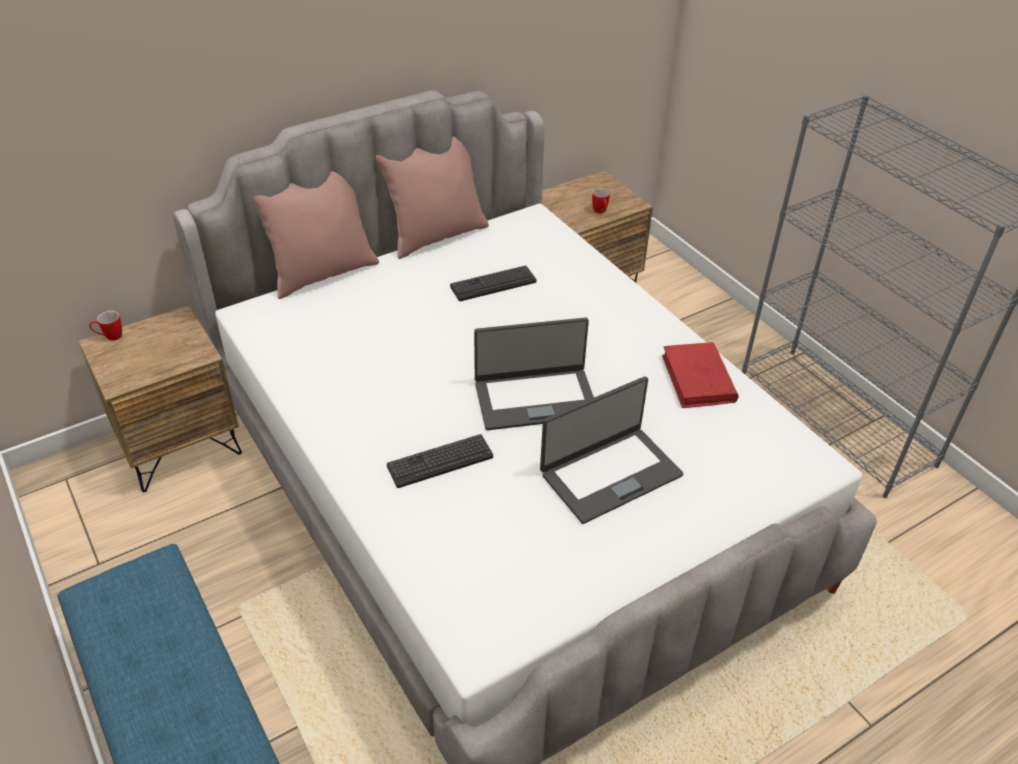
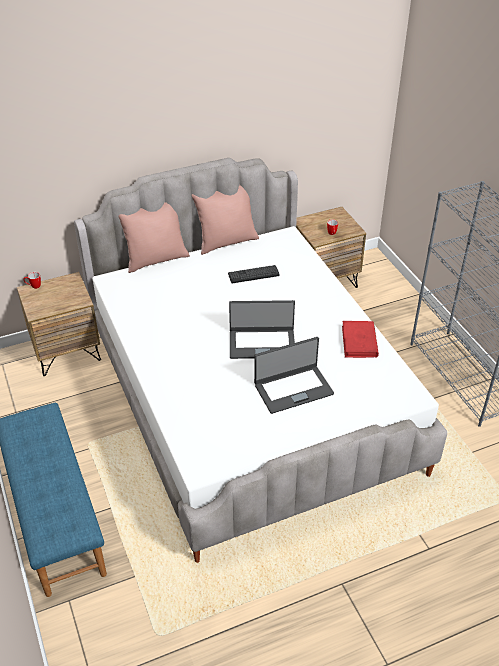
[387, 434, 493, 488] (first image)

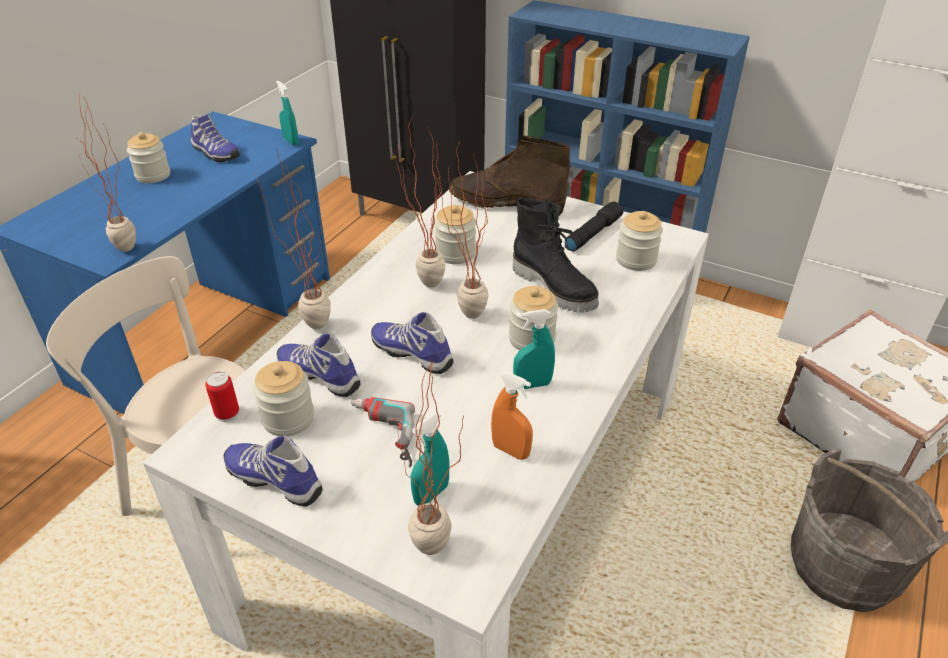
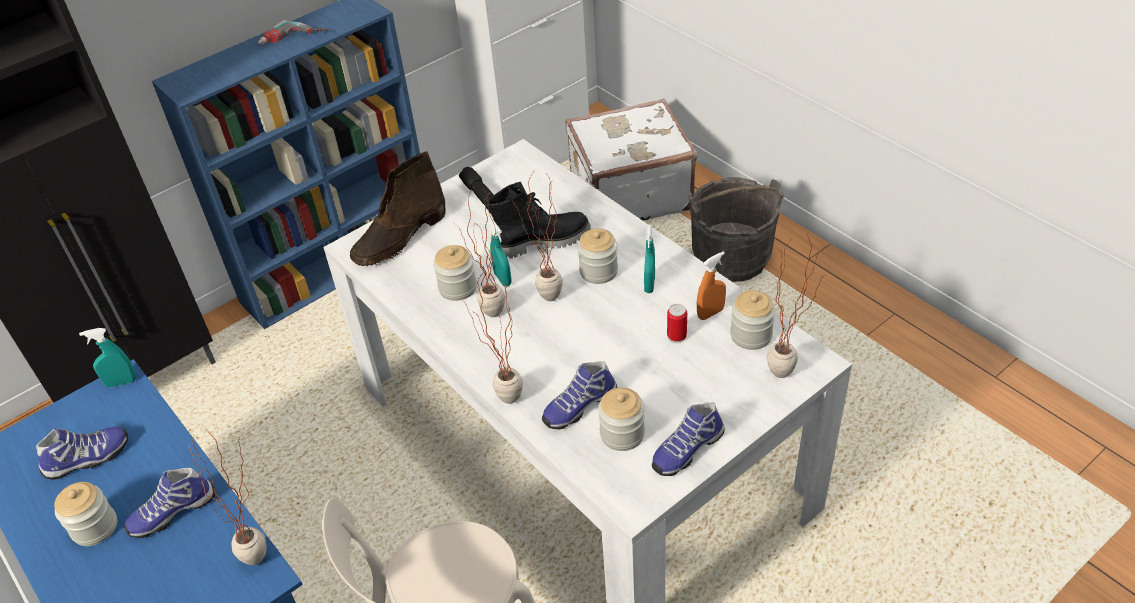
[667, 304, 687, 343]
[258, 20, 328, 44]
[124, 468, 215, 538]
[489, 220, 512, 286]
[730, 290, 775, 350]

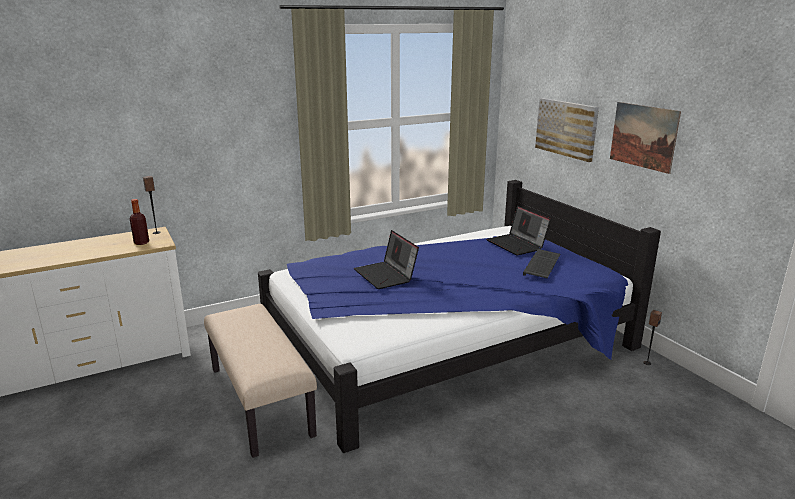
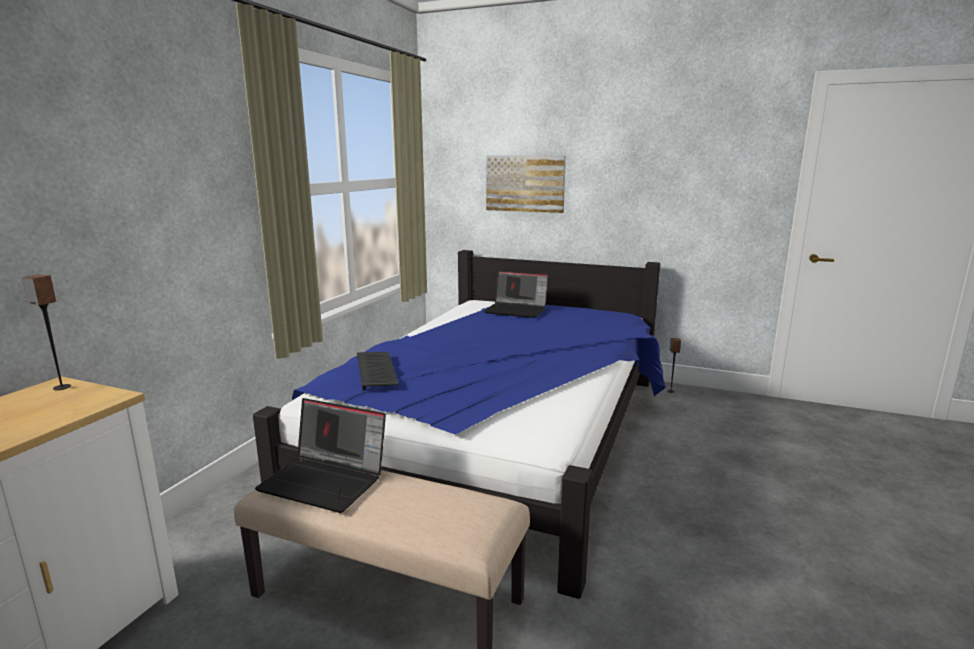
[130, 199, 149, 245] (first image)
[610, 102, 681, 174] (first image)
[255, 398, 386, 513]
[357, 352, 399, 390]

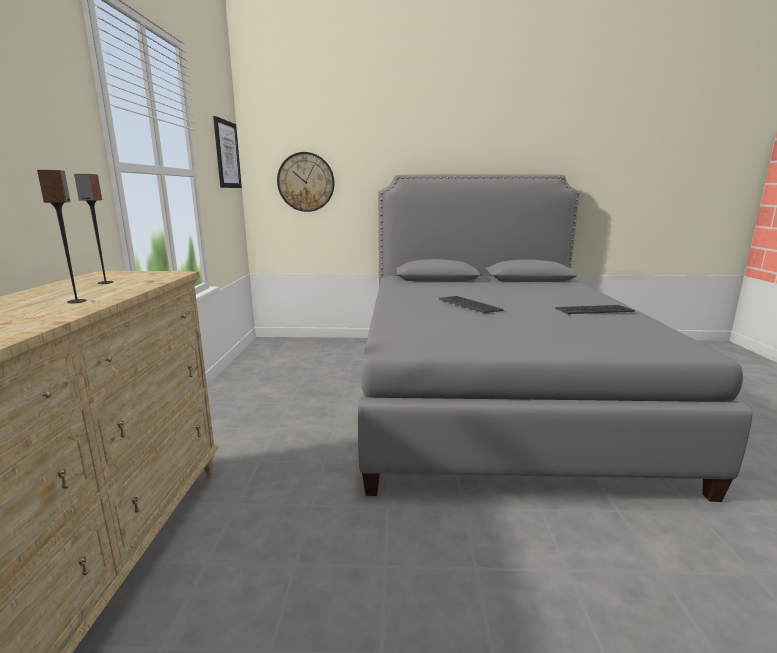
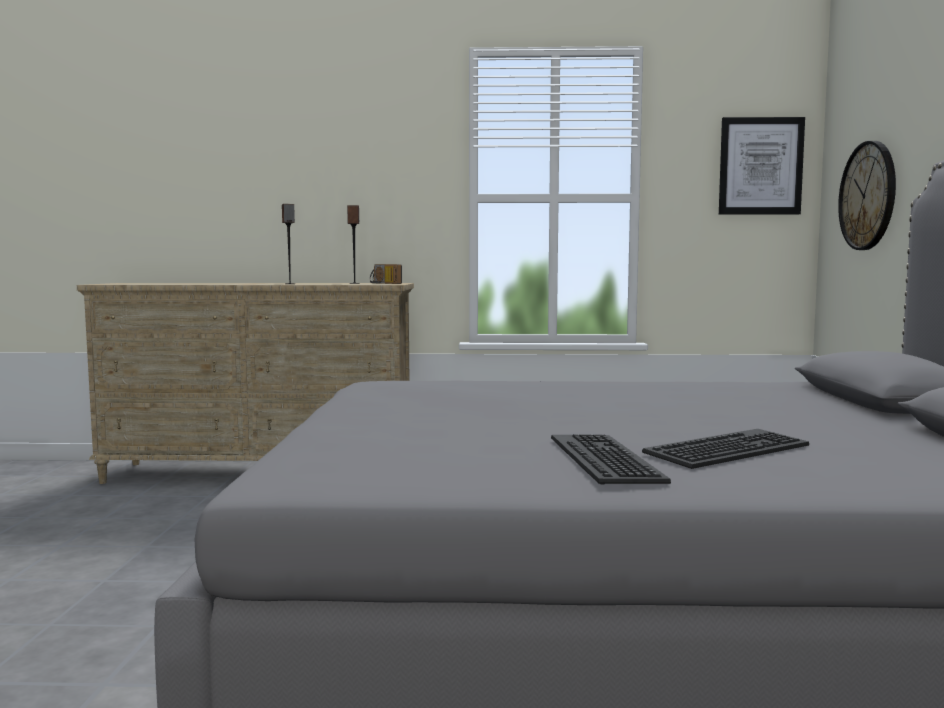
[370, 264, 402, 284]
[642, 429, 809, 469]

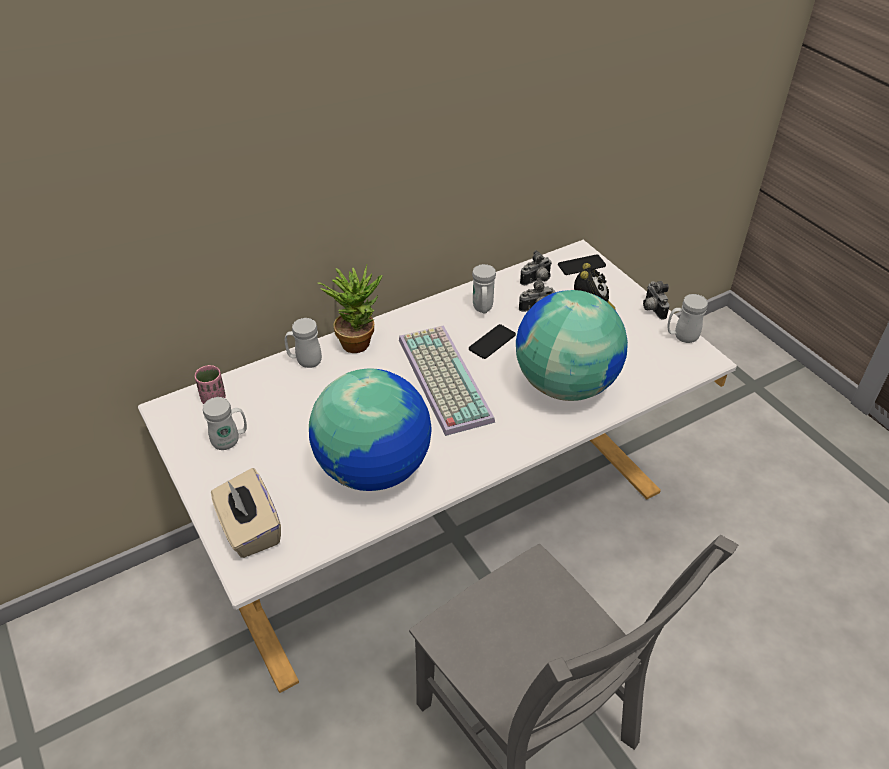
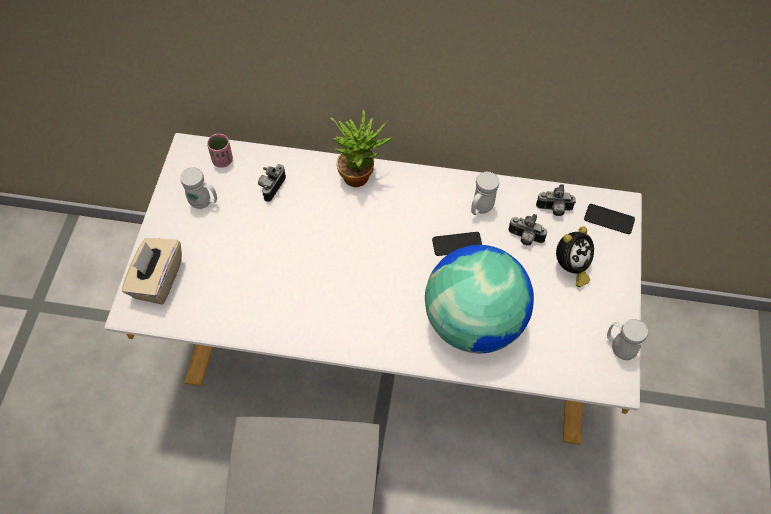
[285, 318, 322, 368] (first image)
[309, 369, 431, 491] (first image)
[399, 325, 495, 436] (first image)
[258, 164, 286, 202]

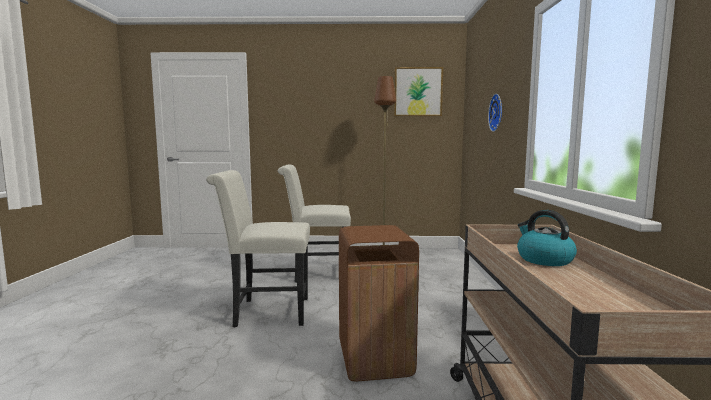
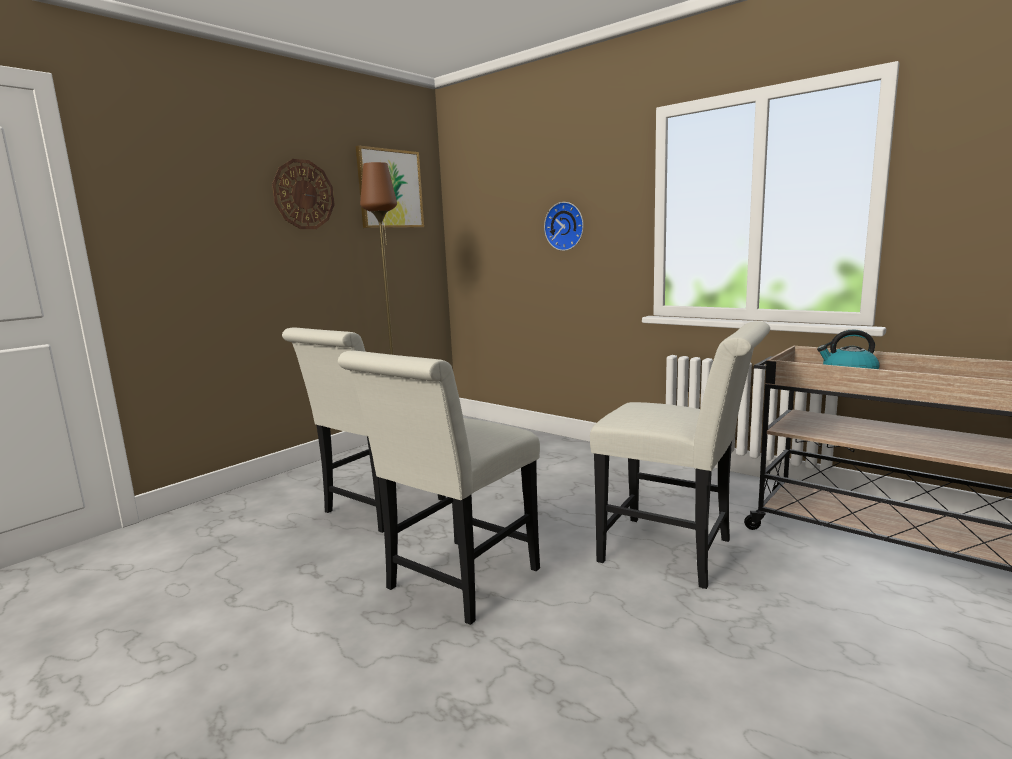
[272, 159, 335, 229]
[590, 321, 770, 589]

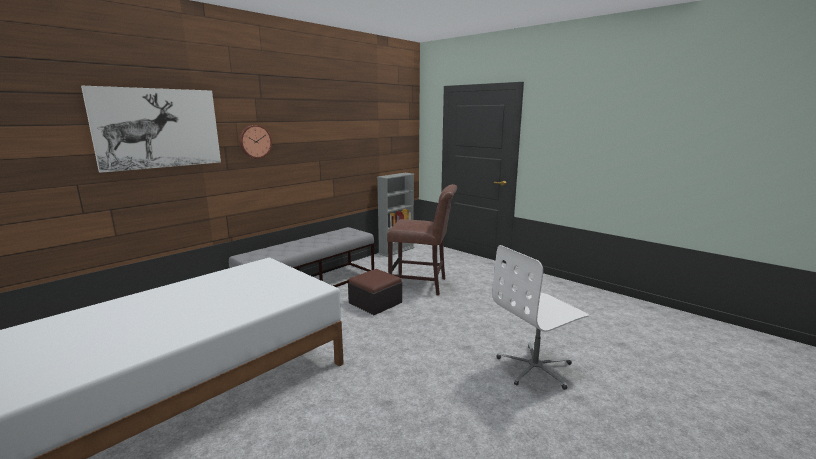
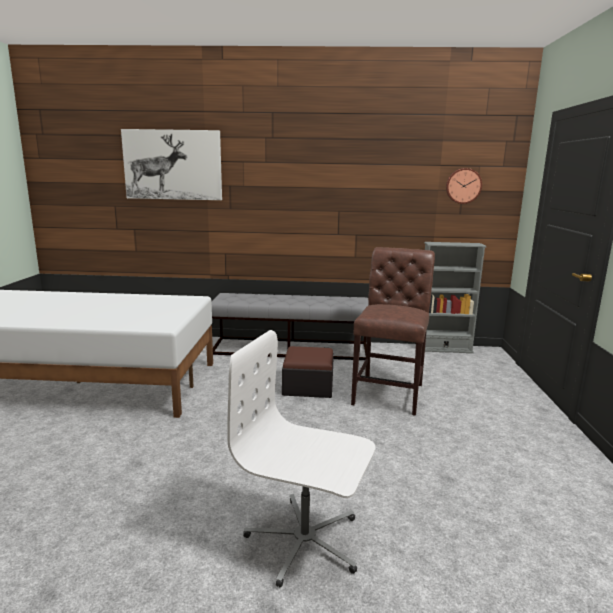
[446, 168, 482, 204]
[351, 247, 435, 416]

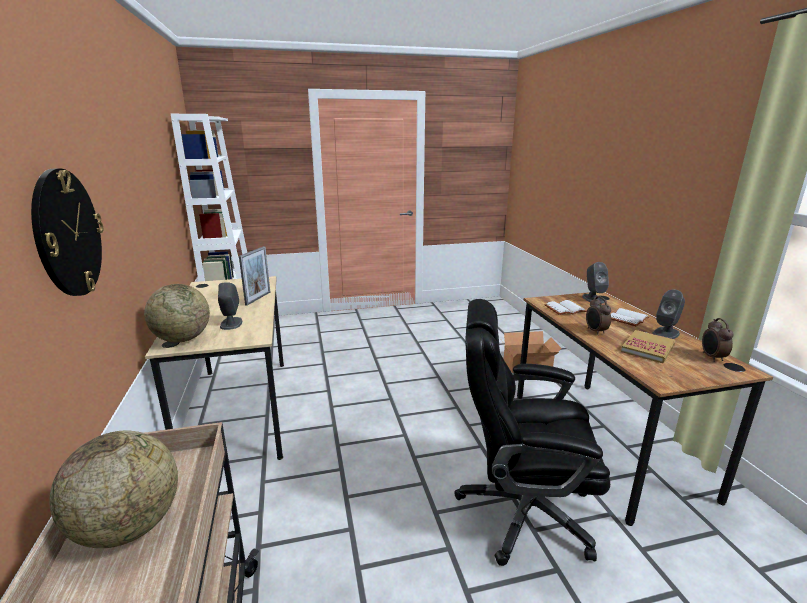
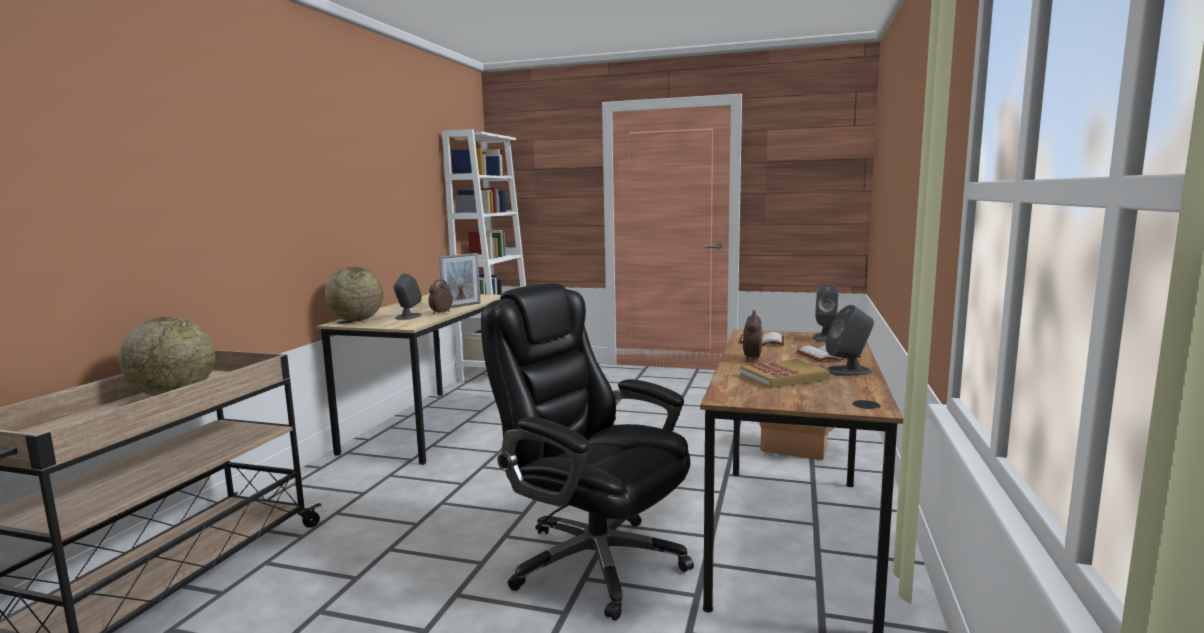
[31, 168, 103, 296] (first image)
[428, 279, 453, 314]

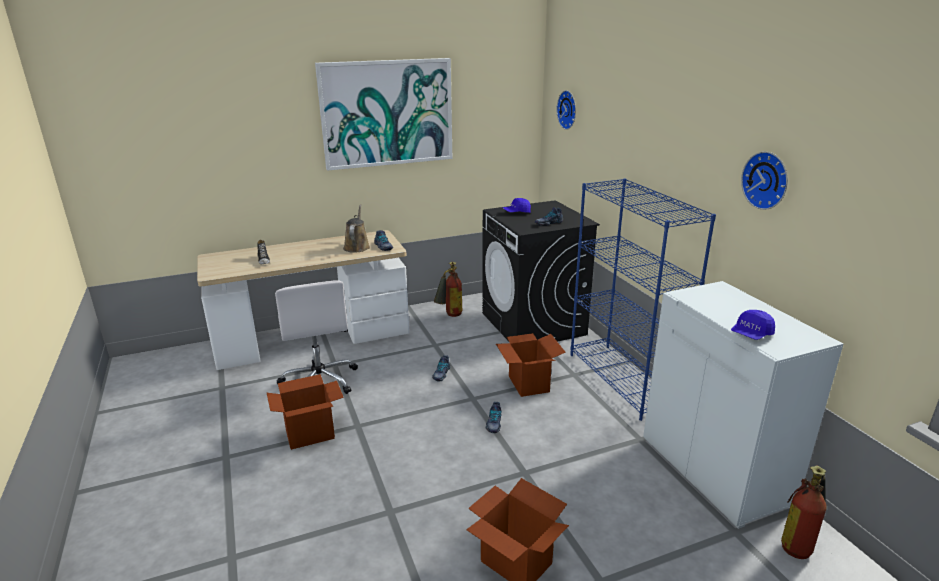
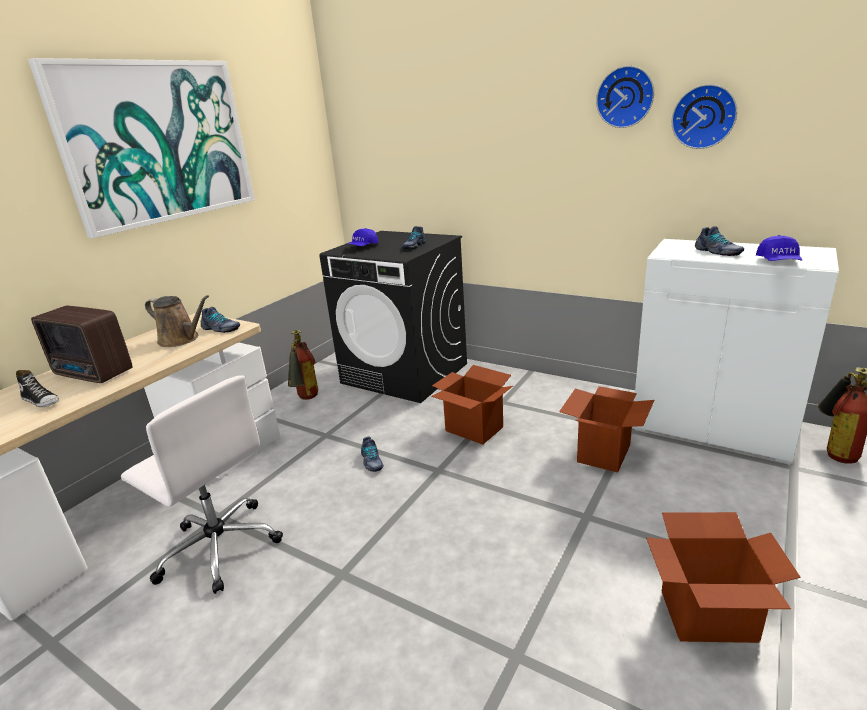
[570, 178, 716, 421] (first image)
[31, 306, 133, 383]
[559, 386, 654, 473]
[695, 226, 744, 256]
[596, 66, 654, 128]
[145, 295, 209, 347]

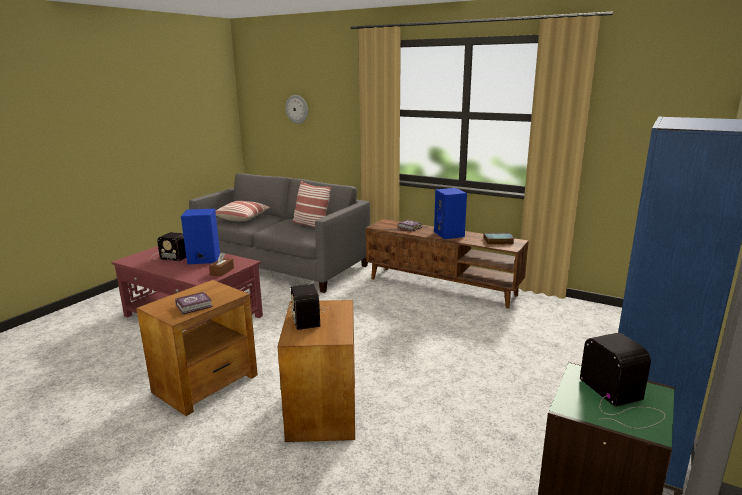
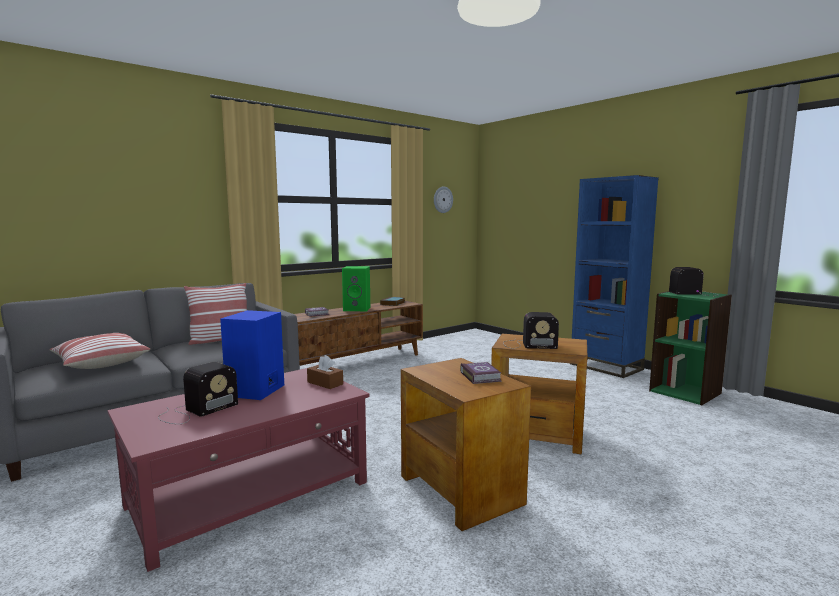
[434, 186, 453, 213]
[342, 266, 370, 311]

